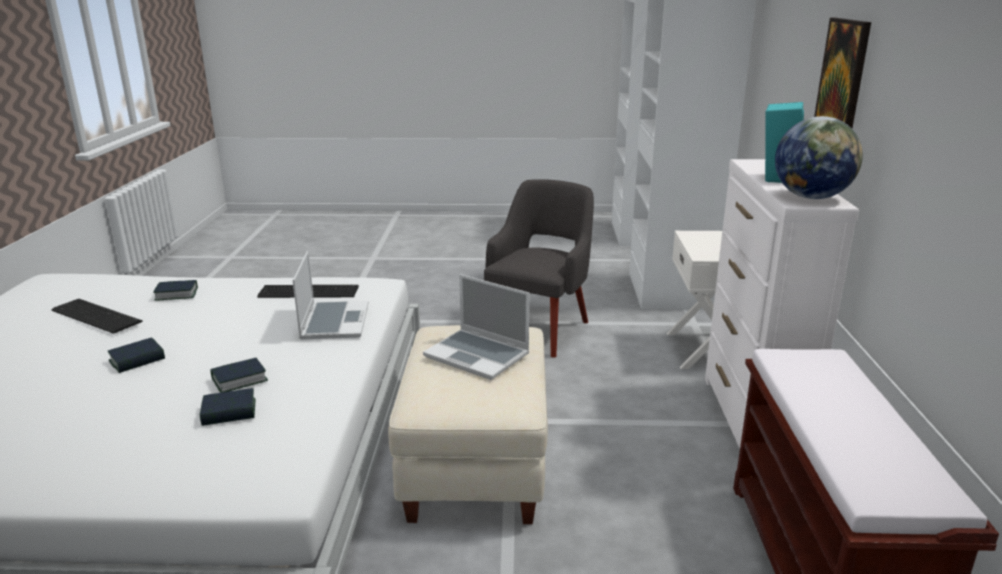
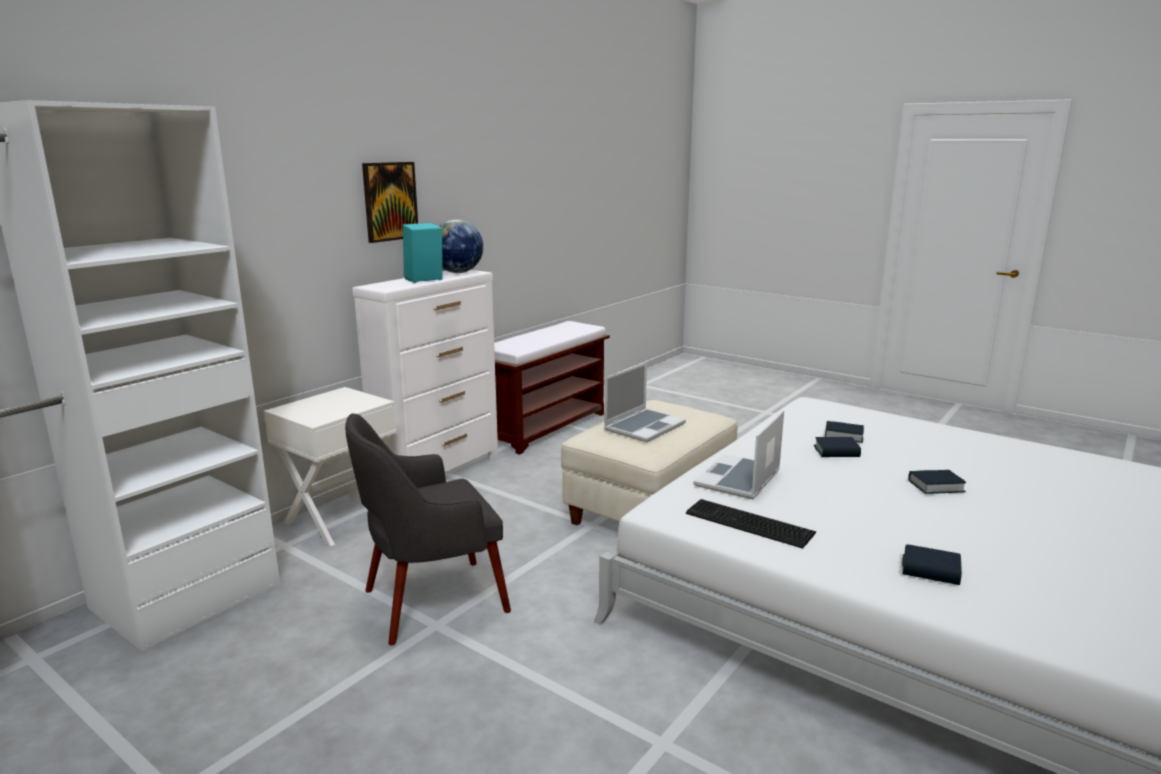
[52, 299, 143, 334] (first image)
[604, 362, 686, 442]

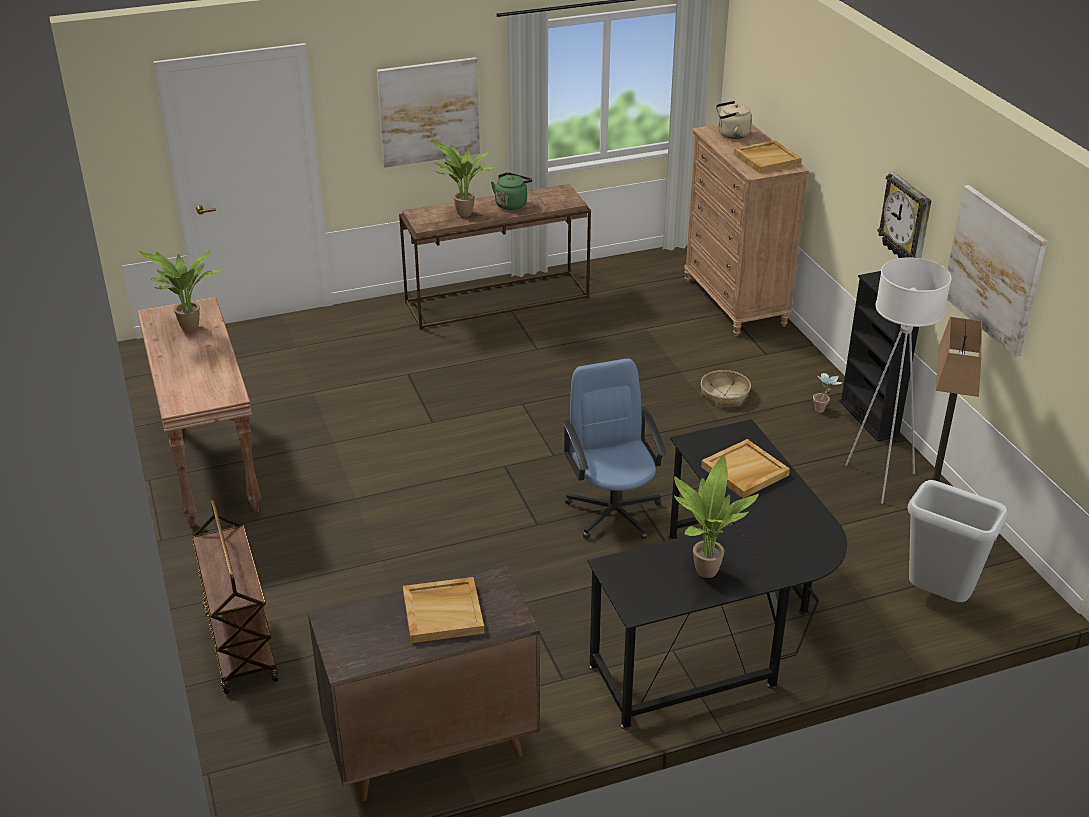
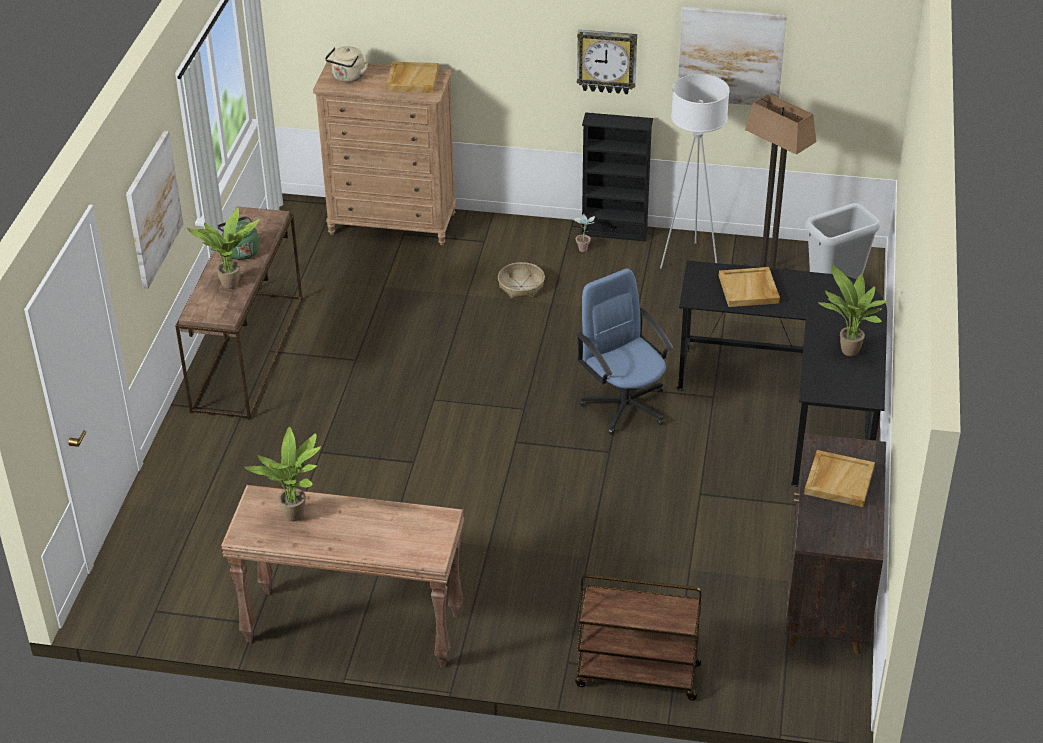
[576, 269, 673, 434]

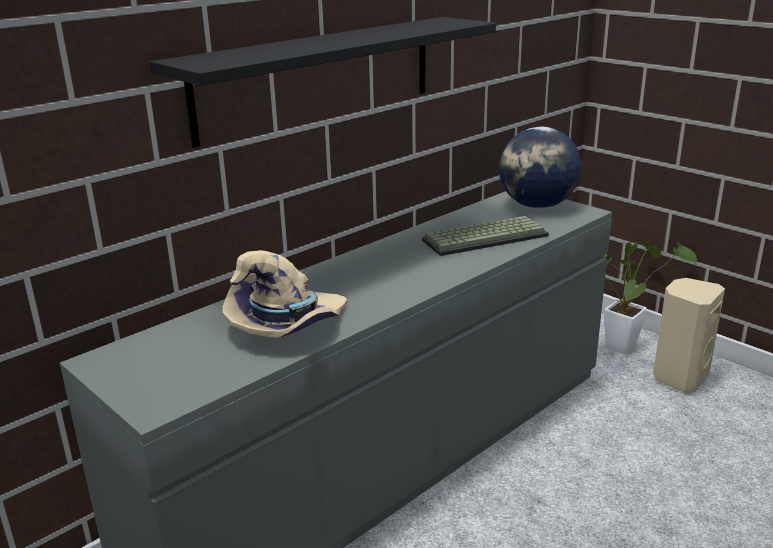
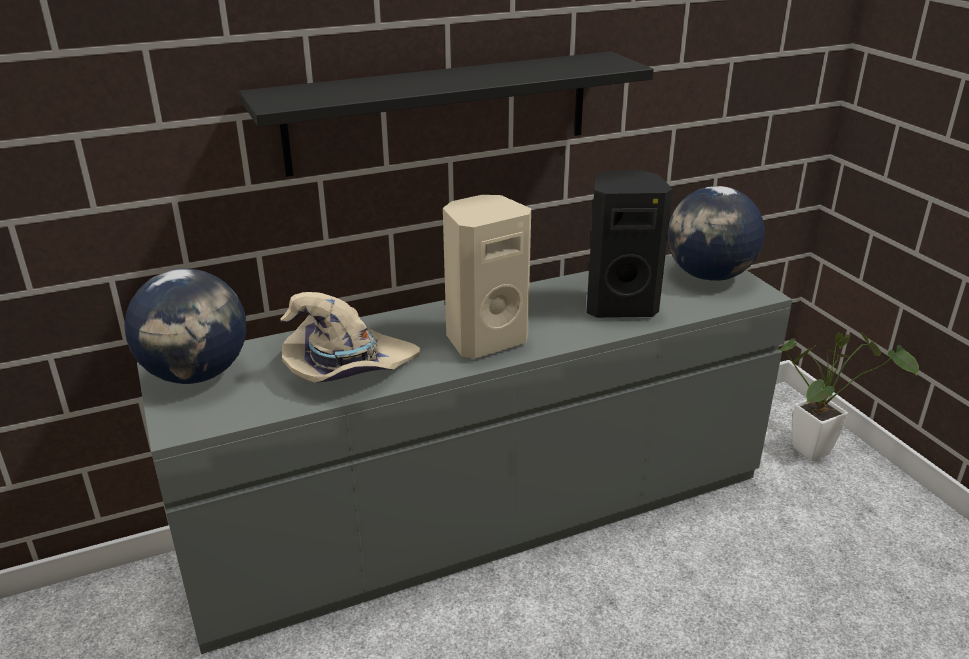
[124, 269, 246, 384]
[443, 195, 531, 359]
[587, 170, 673, 318]

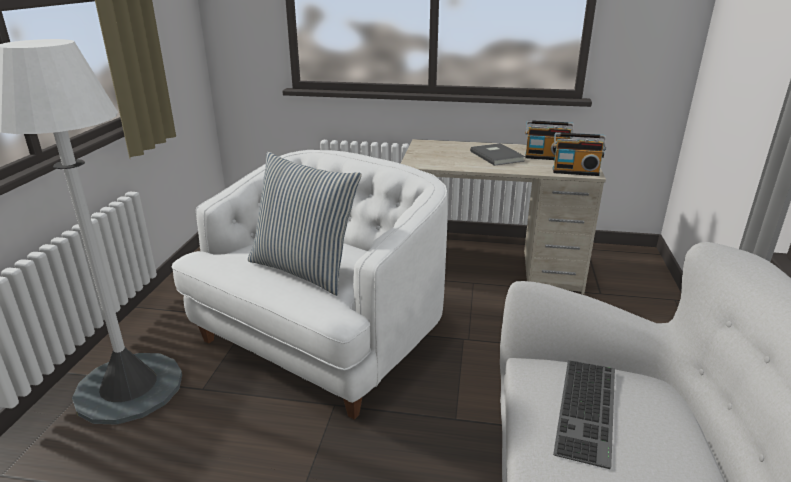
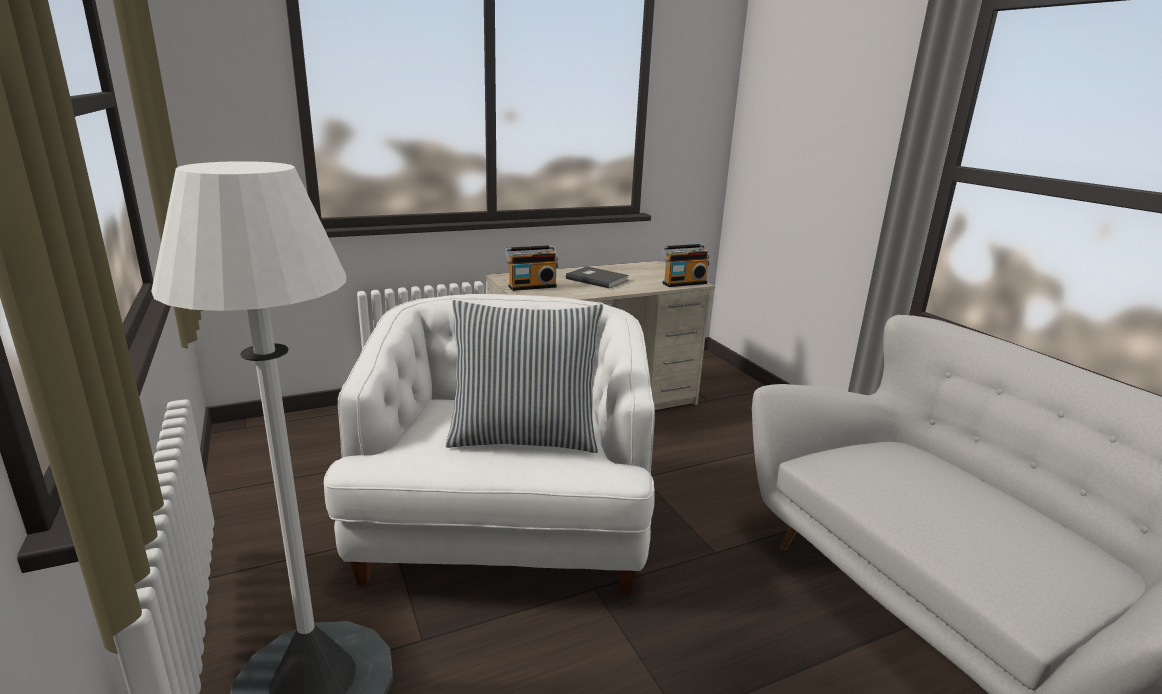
[553, 360, 615, 469] (first image)
[505, 245, 558, 291]

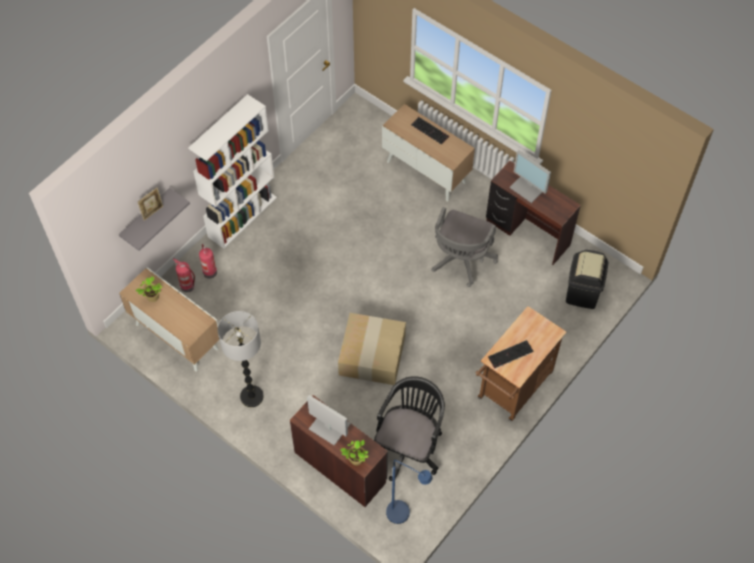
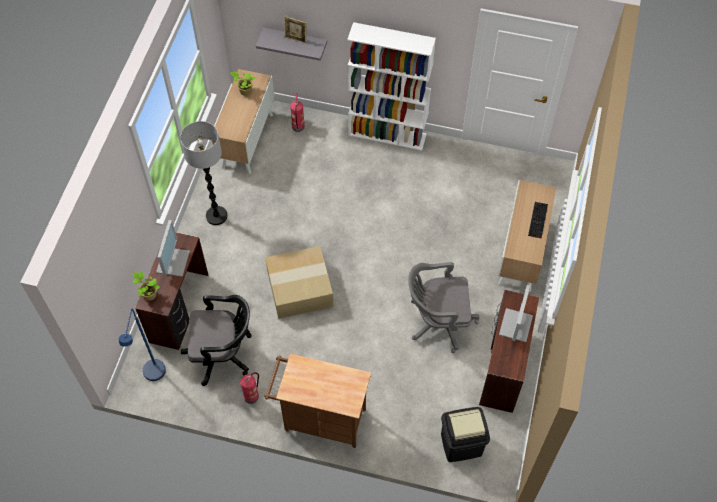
[488, 340, 534, 369] (first image)
[239, 372, 259, 404]

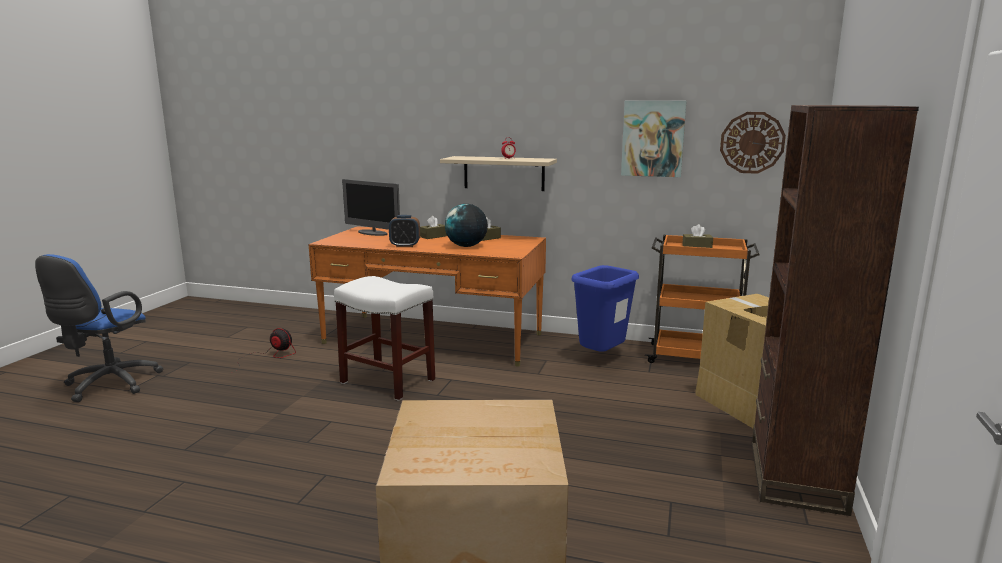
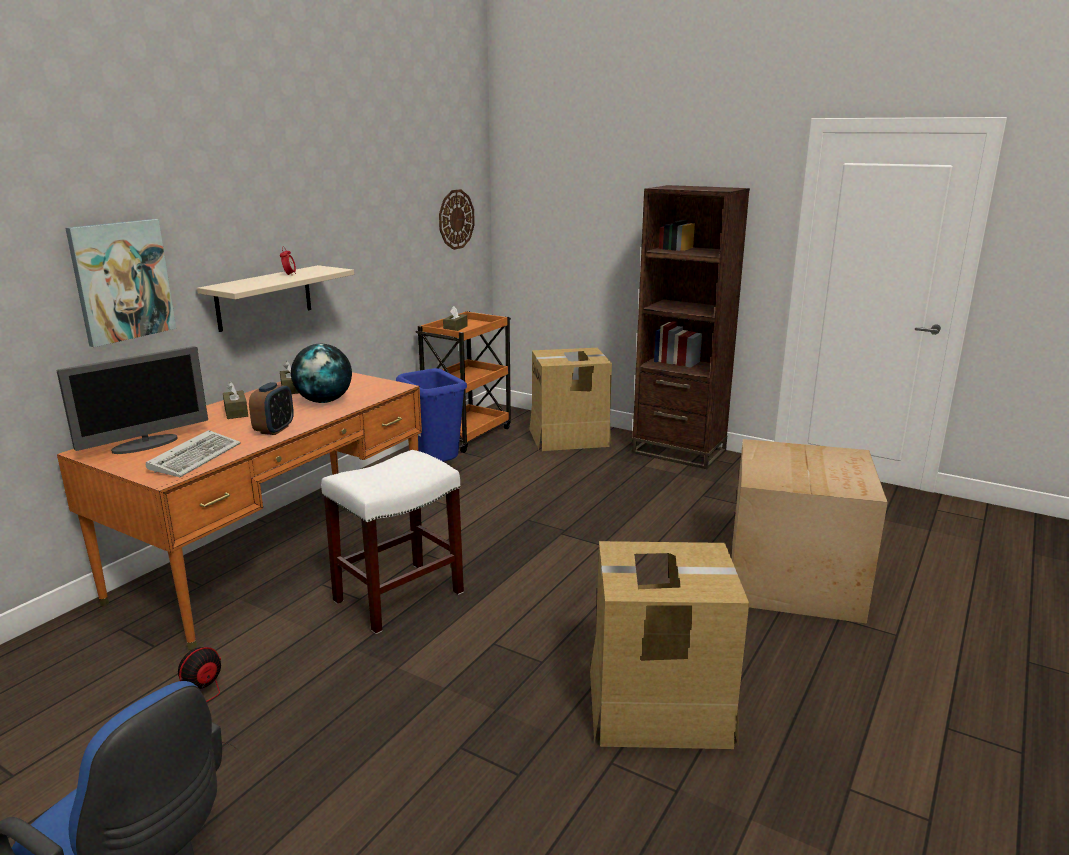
[146, 430, 241, 477]
[590, 541, 749, 749]
[65, 219, 176, 347]

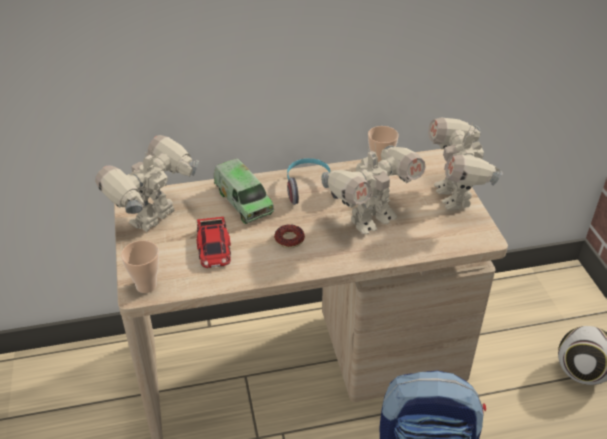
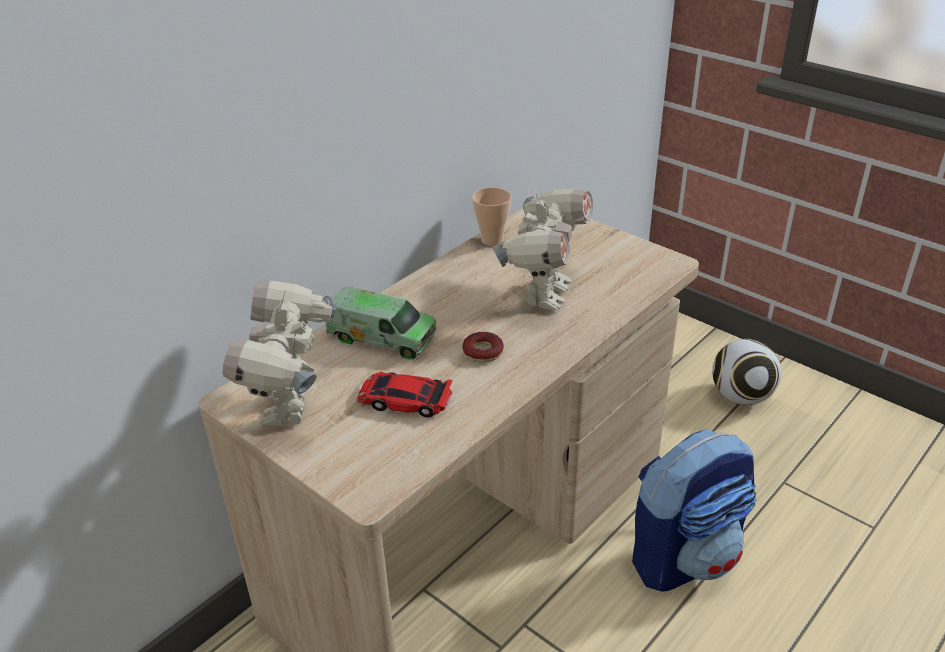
[121, 240, 159, 293] (first image)
[287, 158, 338, 205] (first image)
[428, 118, 503, 210] (first image)
[357, 372, 453, 418]

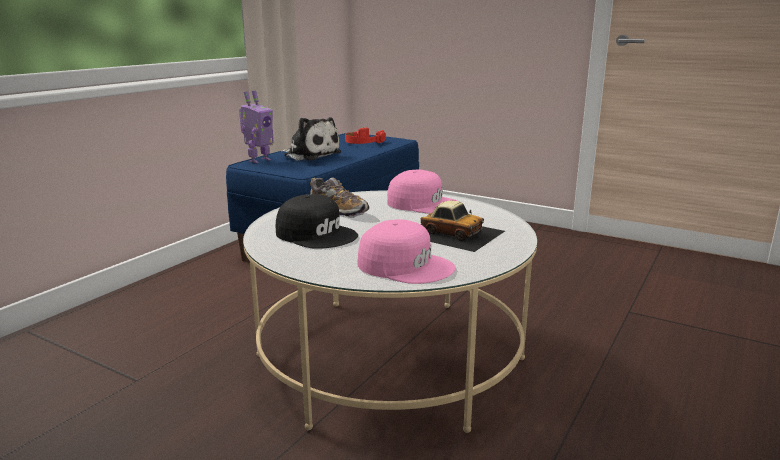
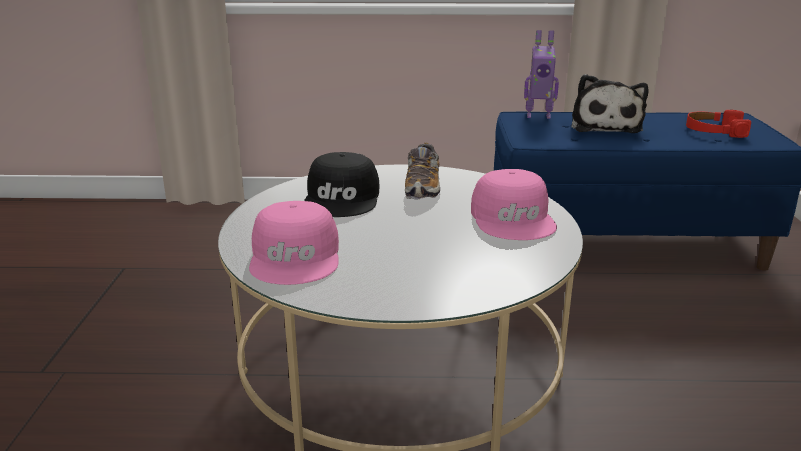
[421, 201, 505, 252] (first image)

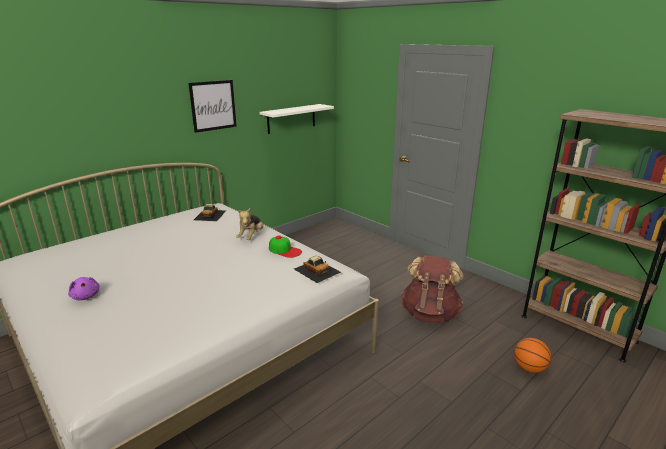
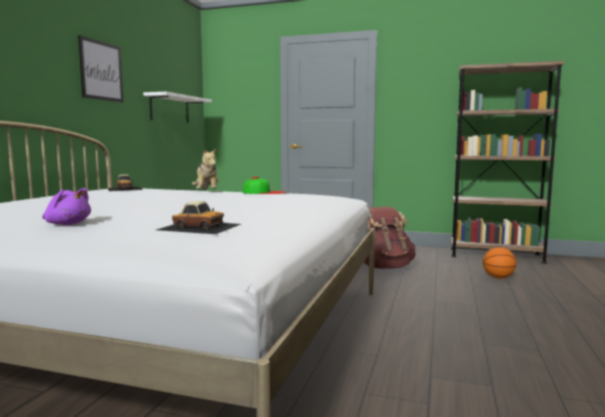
[156, 201, 241, 234]

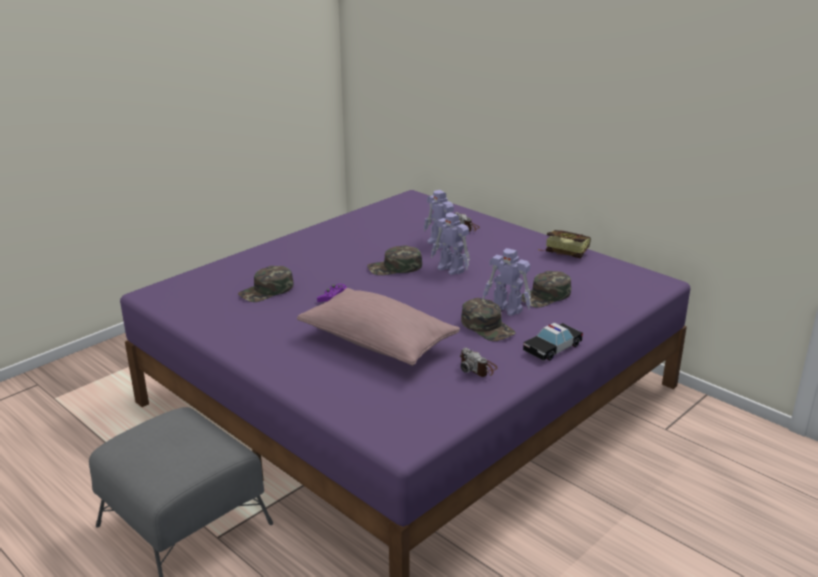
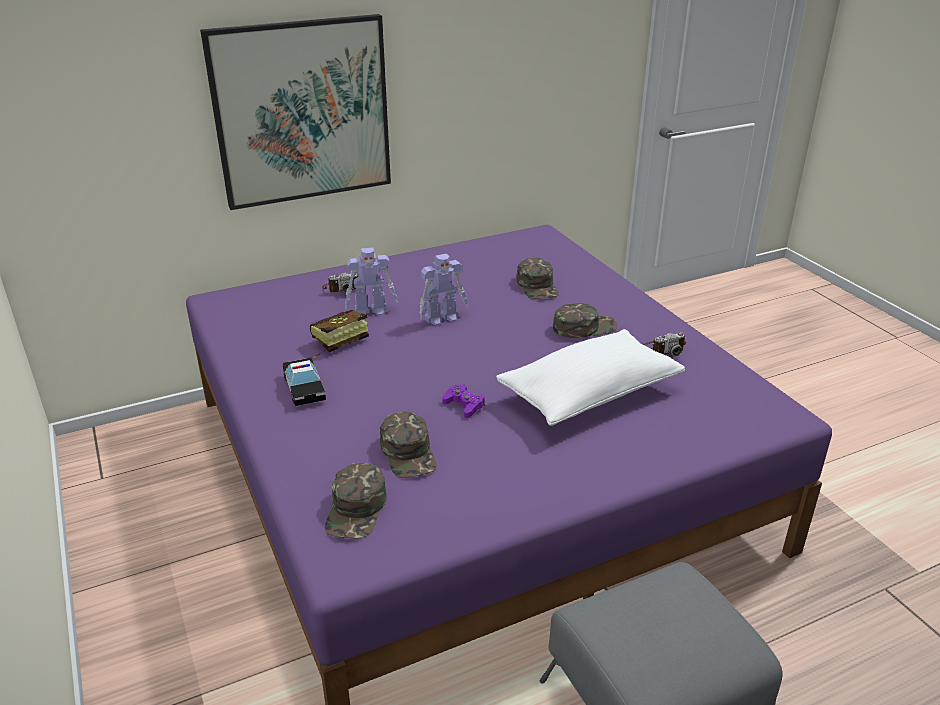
[483, 248, 531, 316] (first image)
[200, 14, 391, 210]
[324, 463, 387, 539]
[282, 358, 326, 406]
[310, 310, 369, 358]
[496, 329, 685, 426]

